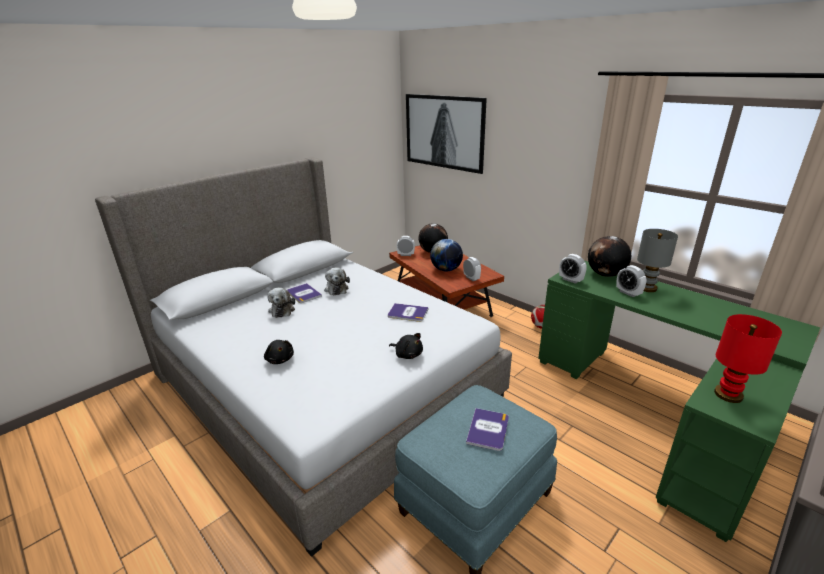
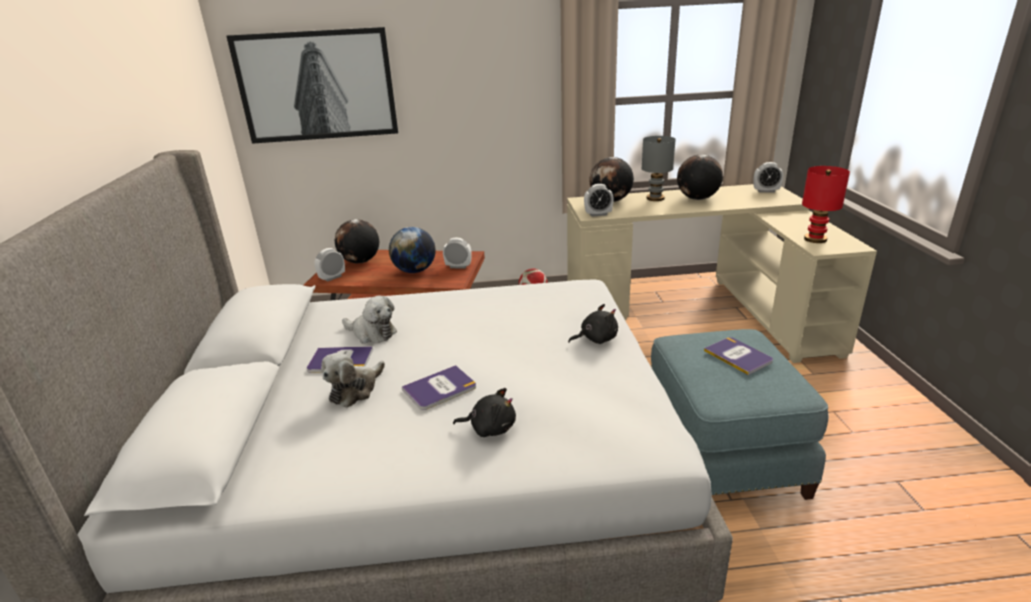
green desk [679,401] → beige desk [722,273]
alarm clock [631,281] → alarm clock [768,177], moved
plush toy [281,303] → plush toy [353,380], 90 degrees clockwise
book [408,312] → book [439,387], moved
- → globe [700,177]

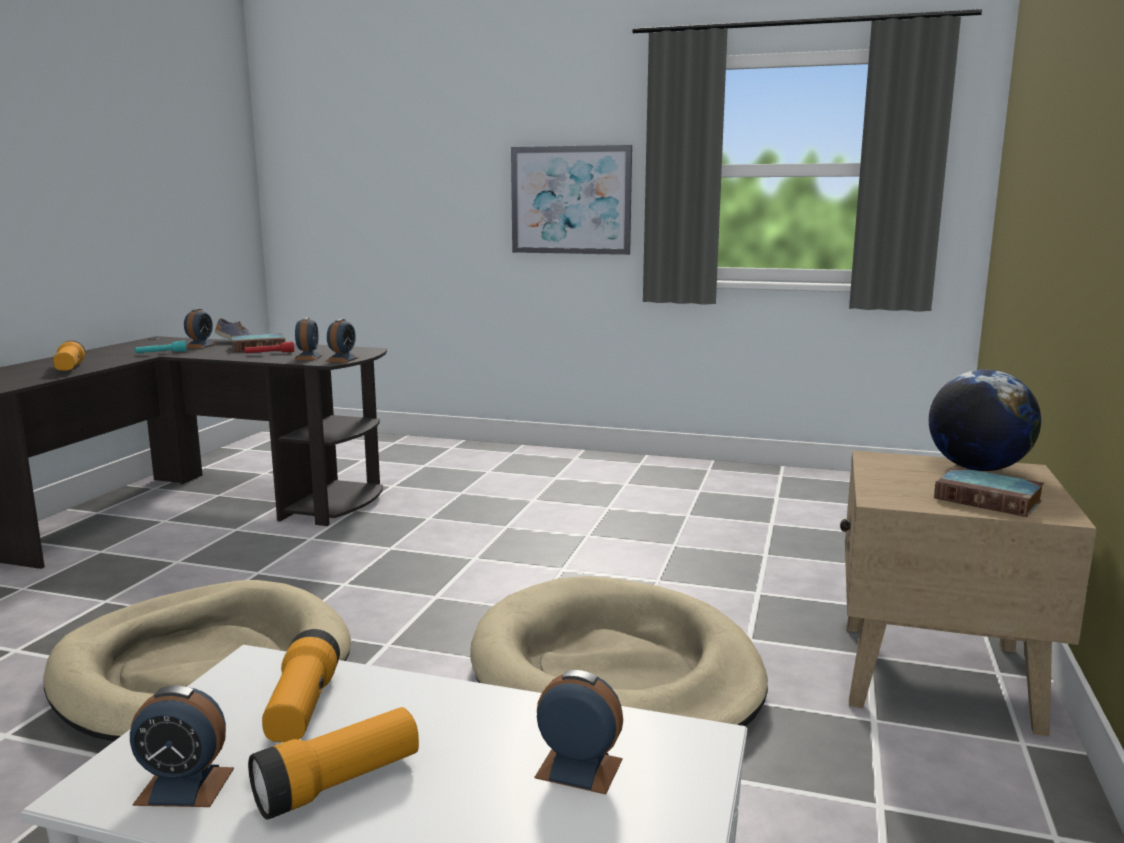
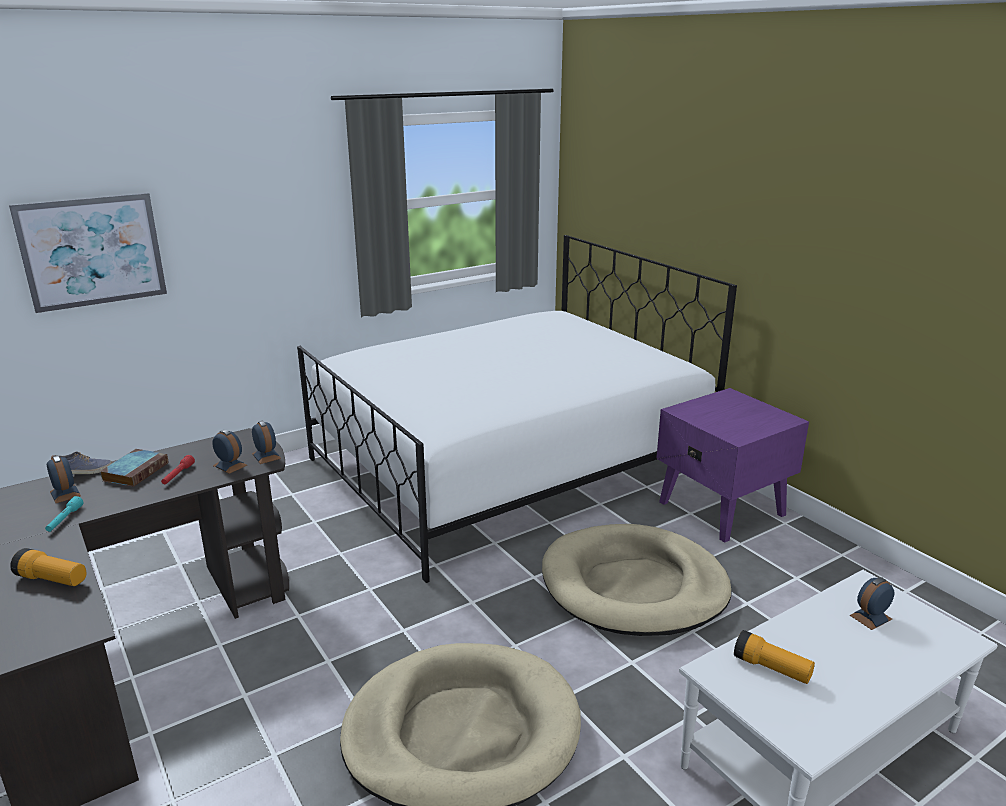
picture [571,200] → picture [88,253], moved
globe [985,420] → -
beige nightstand [968,594] → purple nightstand [732,465]
book [989,492] → -
alarm clock [182,746] → -
flashlight [333,763] → -
- → white bed [517,409]

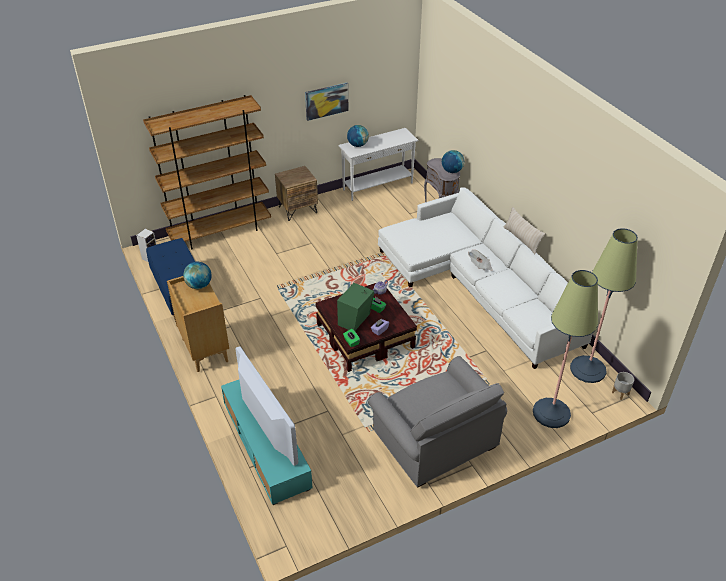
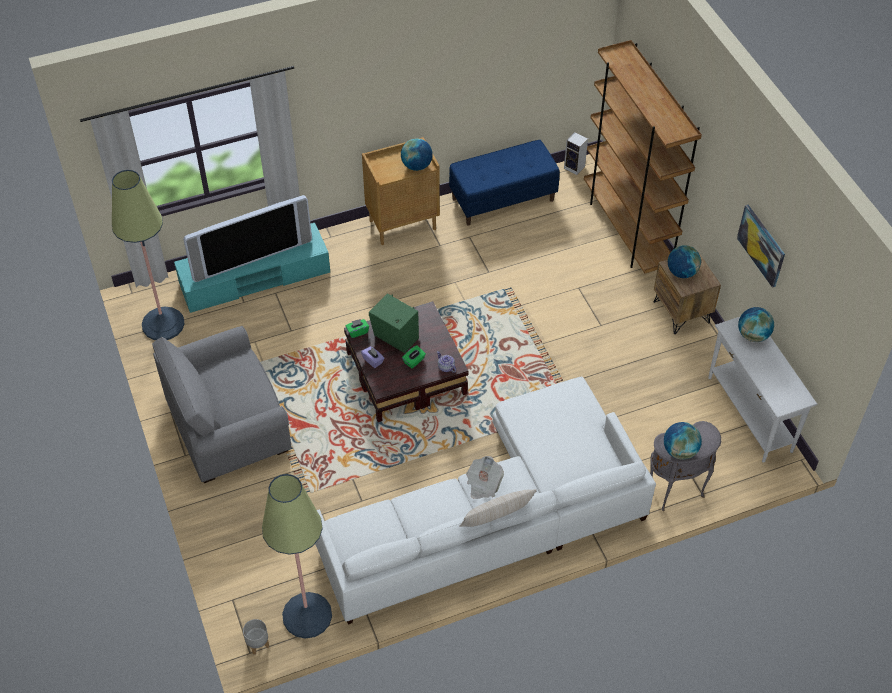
floor lamp [565,349] → floor lamp [148,255], moved
- → globe [684,261]

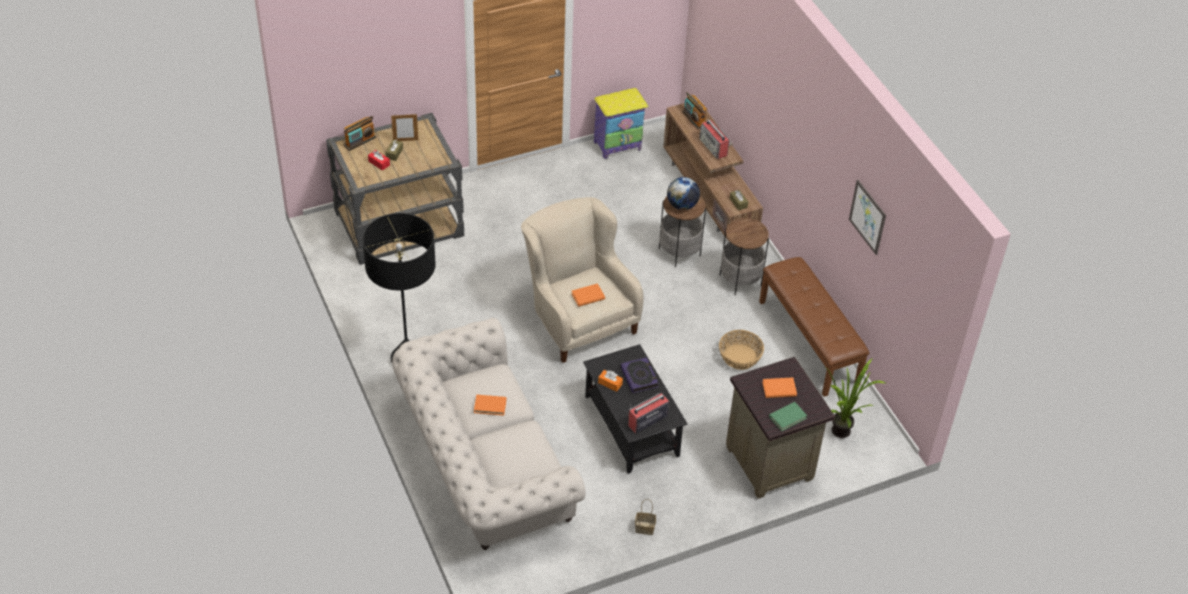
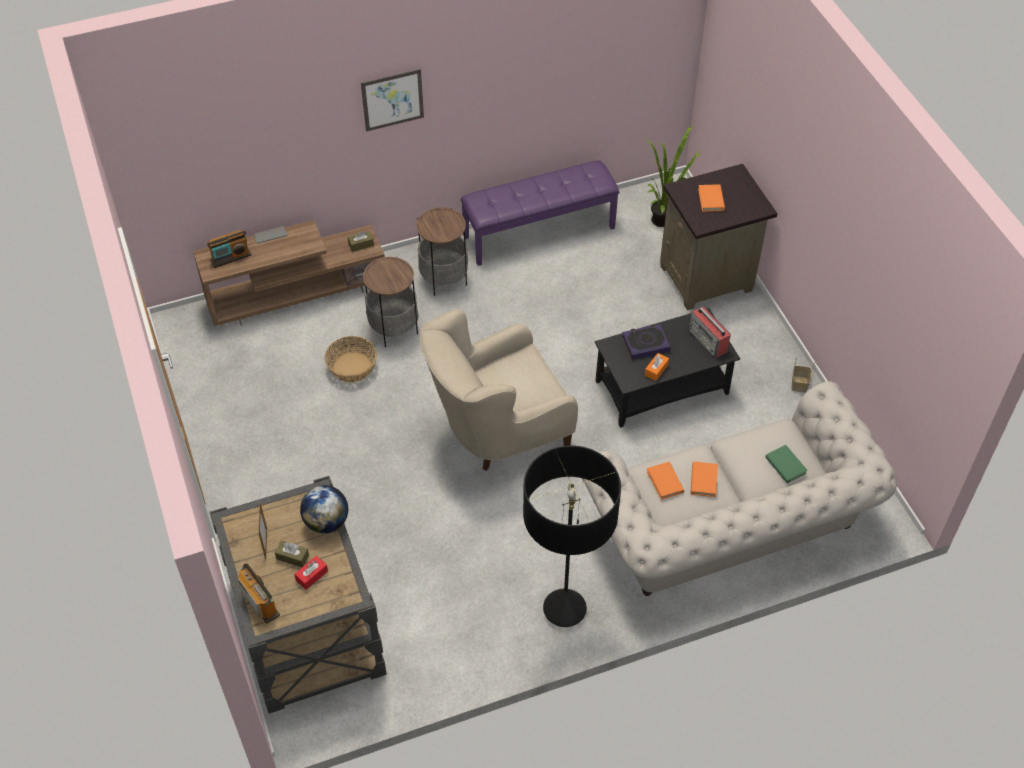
nightstand [621,123] → -
radio [714,139] → -
globe [683,193] → globe [324,509], moved
picture [867,217] → picture [392,100], moved
brown bench [814,327] → purple bench [540,213]
orange book [588,295] → orange book [665,481], moved
basket [741,350] → basket [351,359], moved
green book [788,416] → green book [786,464], moved

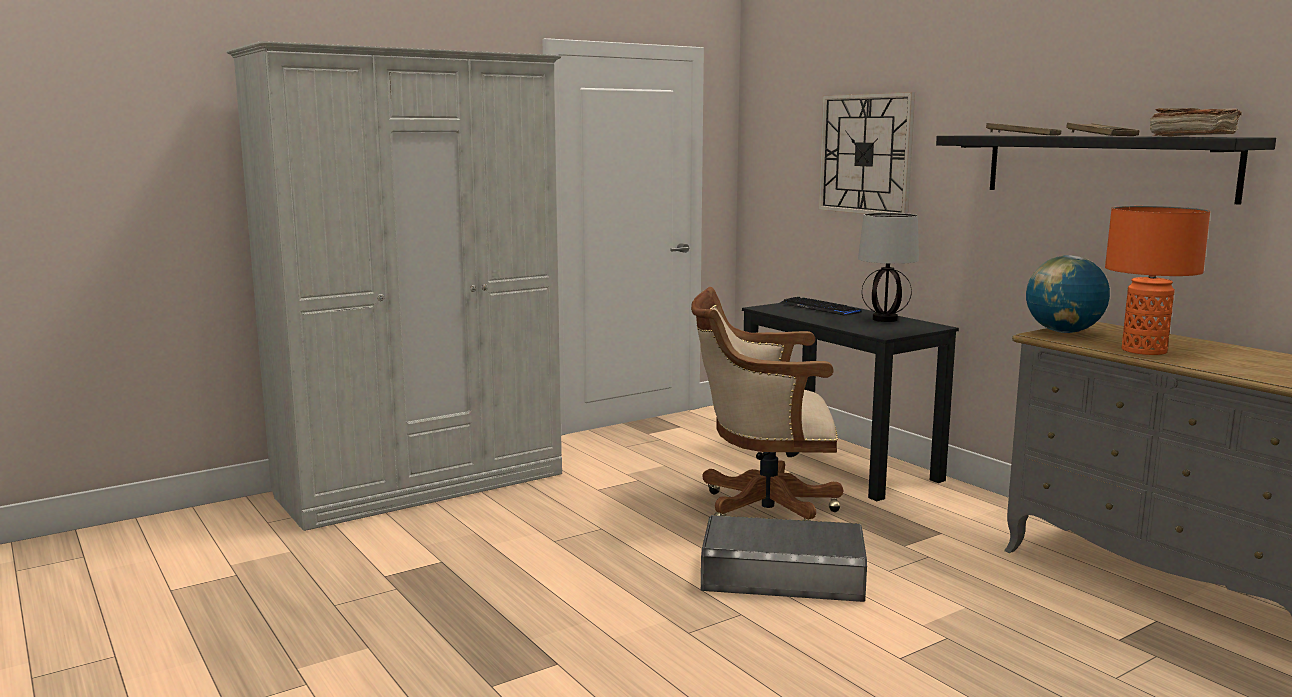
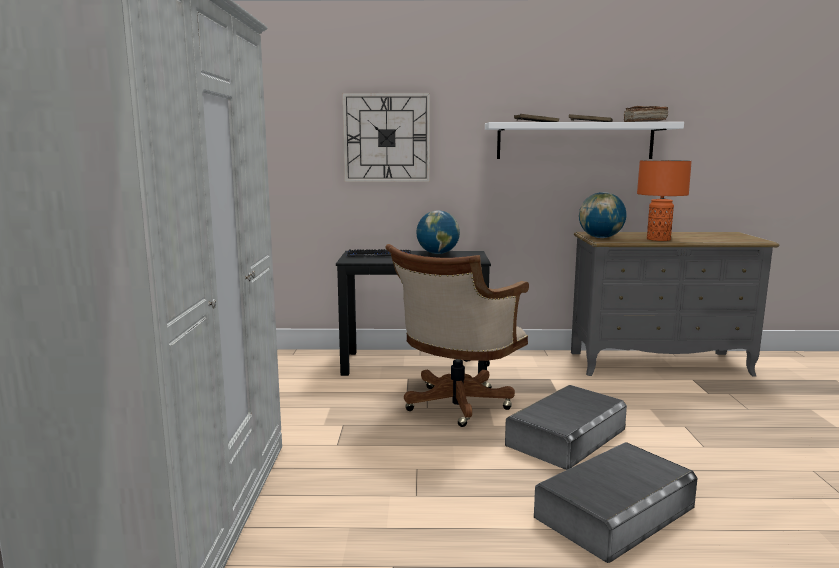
black shelf [1106,170] → white shelf [584,140]
table lamp [888,267] → globe [438,232]
- → grey storage box [616,502]

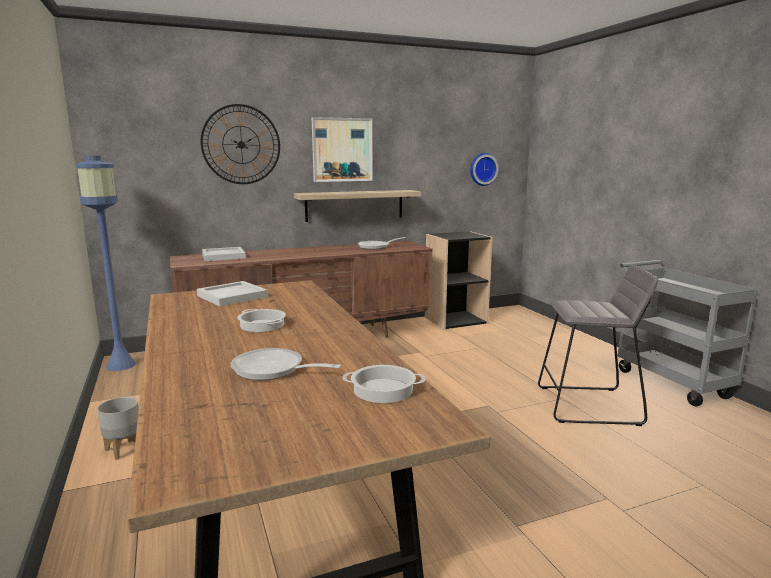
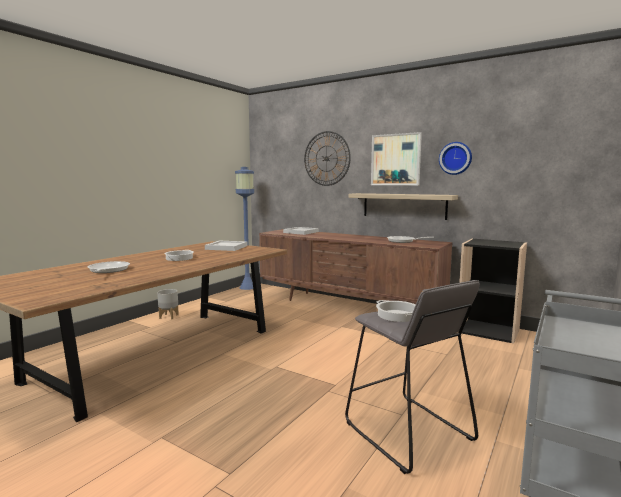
wall clock [484,169] → wall clock [455,158], moved
cooking pot [384,384] → cooking pot [396,311], moved

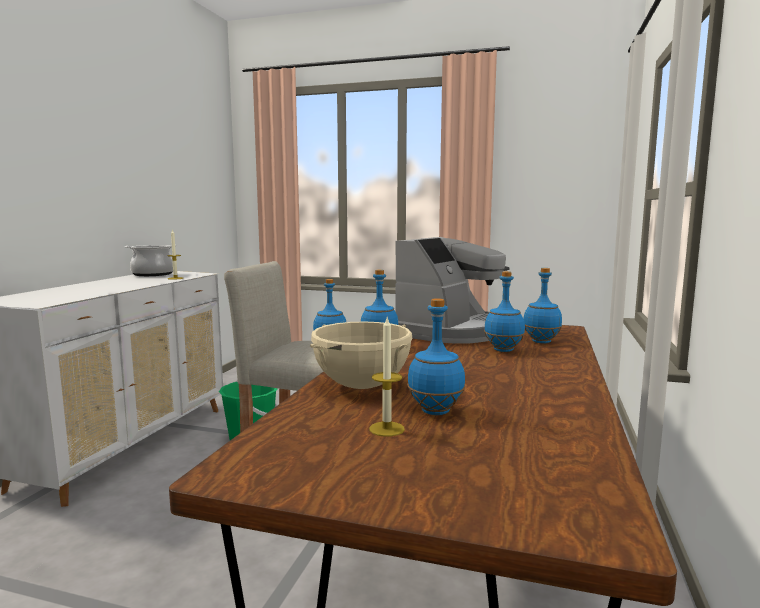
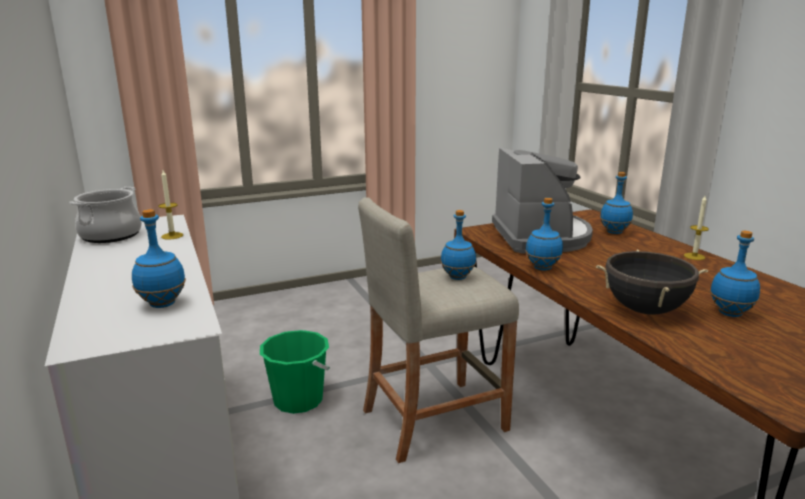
blue bottle [504,311] → blue bottle [159,258], moved
candle [387,377] → candle [696,228], moved
beige cooking pot [361,355] → black cooking pot [652,282]

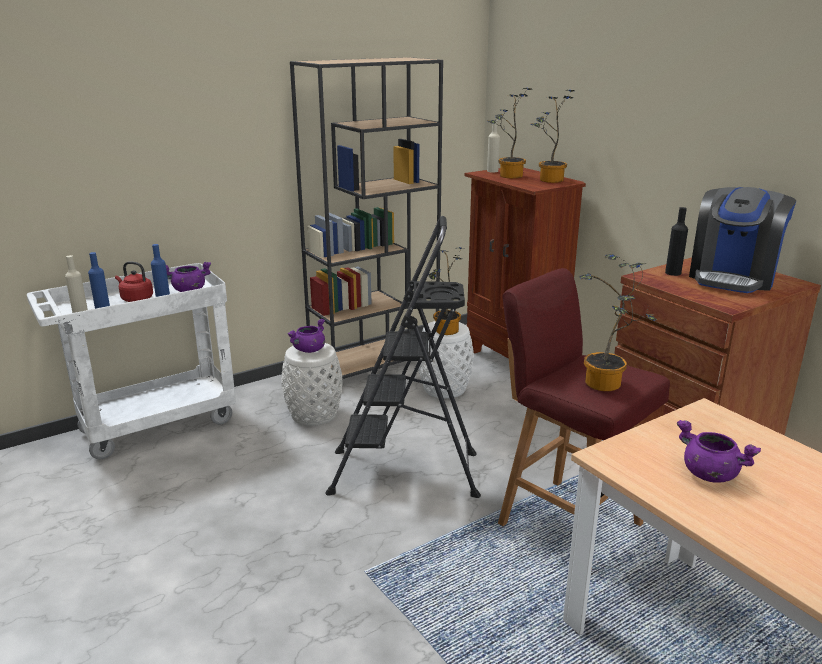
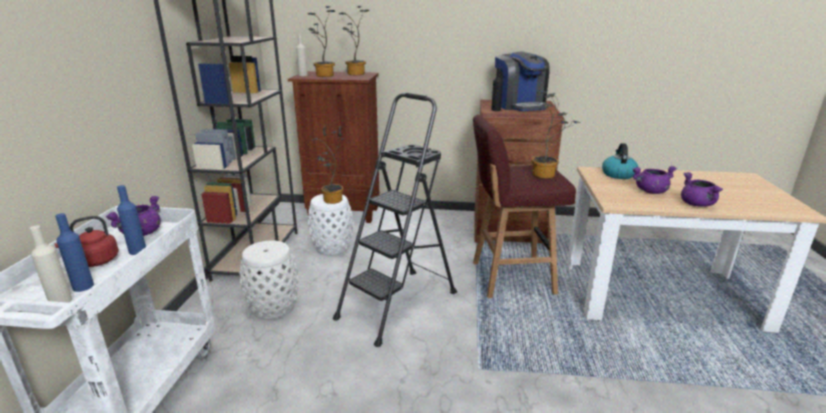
purple cooking pot [306,336] → purple cooking pot [702,189], moved
- → kettle [620,161]

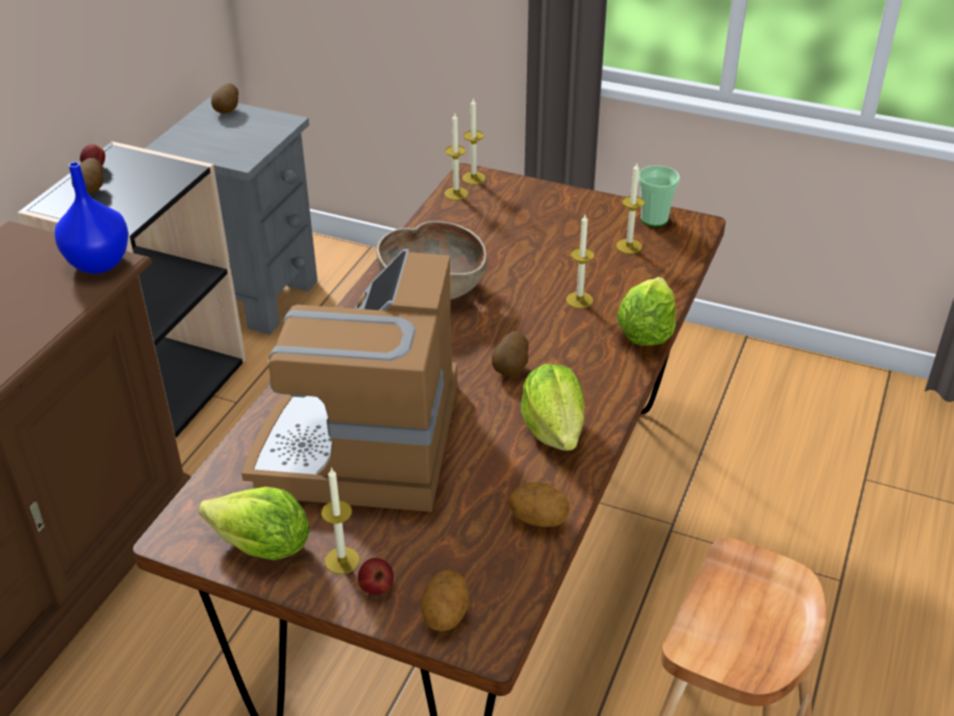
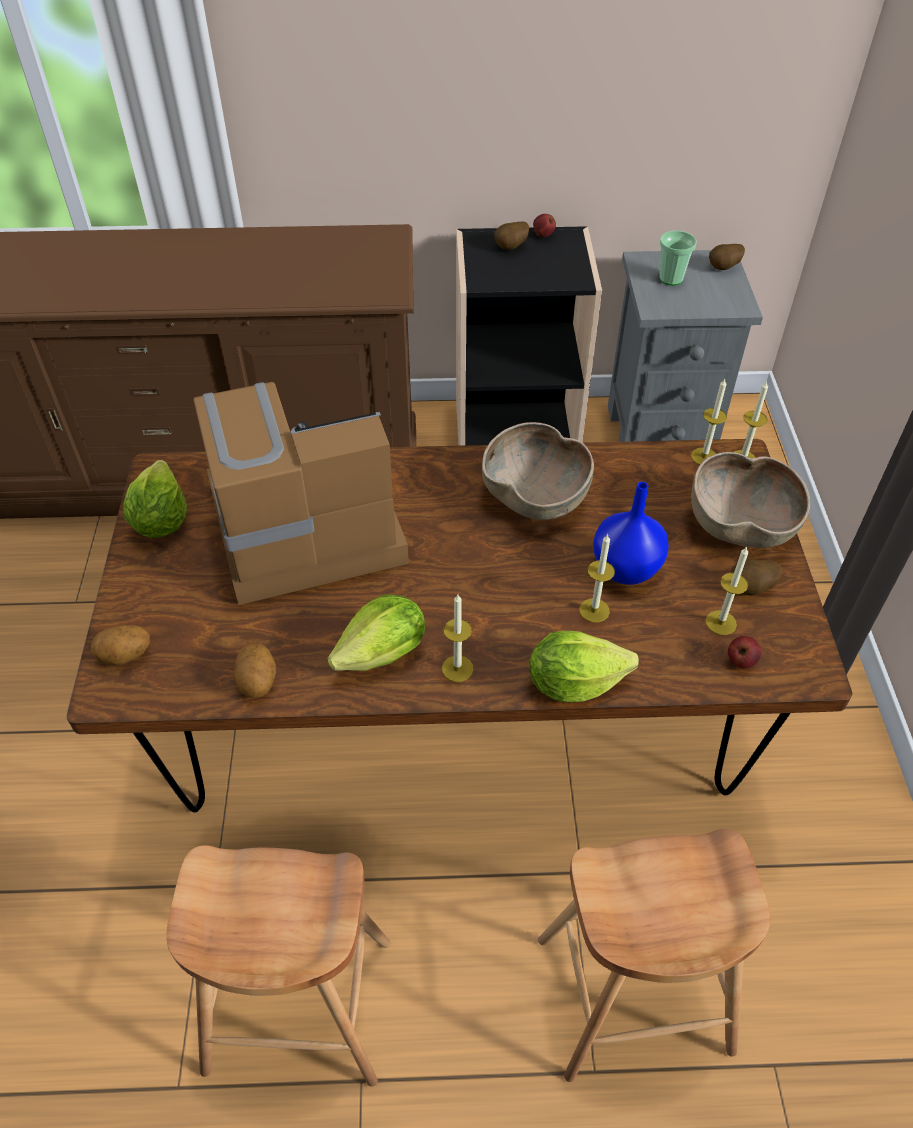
blue vase [92,218] → blue vase [631,533], moved
cup [659,196] → cup [678,258], moved
potato [510,353] → potato [756,577], moved
candle [340,520] → candle [458,638], moved
apple [376,576] → apple [744,652], moved
- → brown bowl [750,500]
- → brown stool [654,955]

